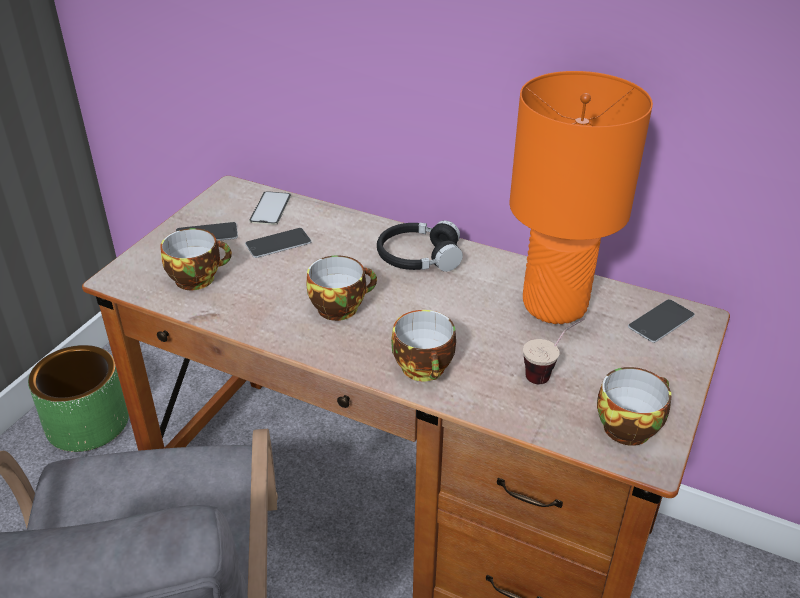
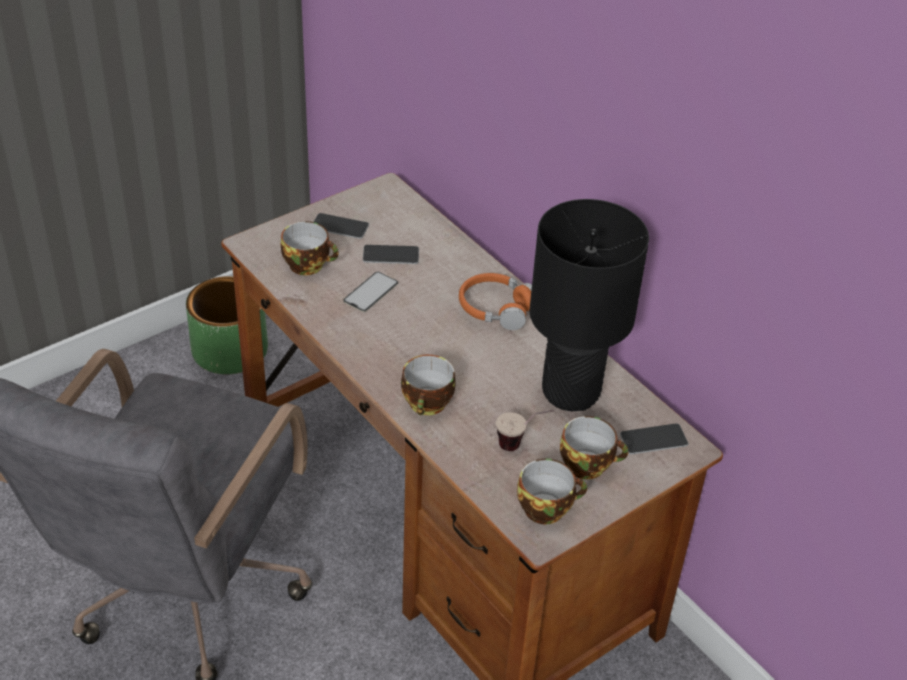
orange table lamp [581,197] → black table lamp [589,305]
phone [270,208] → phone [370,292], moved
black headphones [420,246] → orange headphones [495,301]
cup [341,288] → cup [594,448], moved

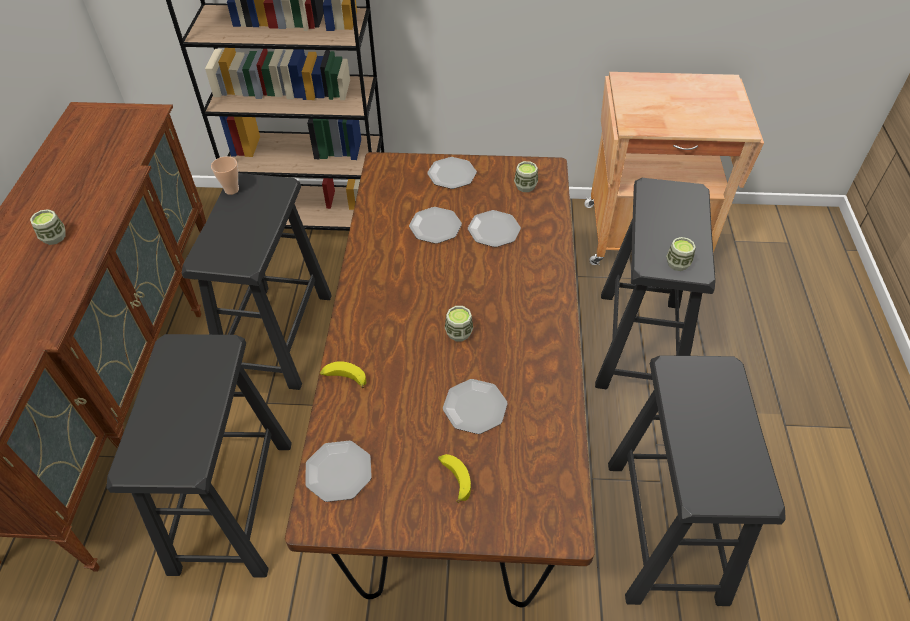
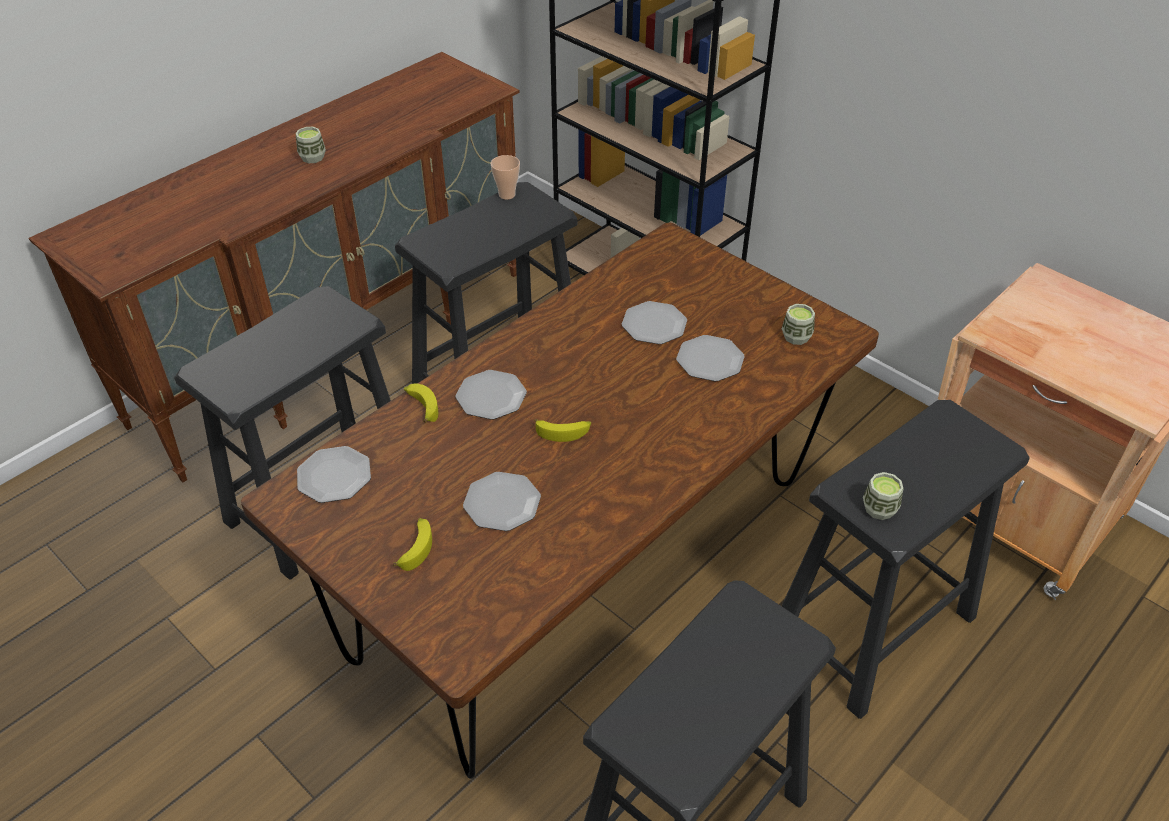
plate [452,173] → plate [491,395], moved
cup [459,323] → banana [562,430]

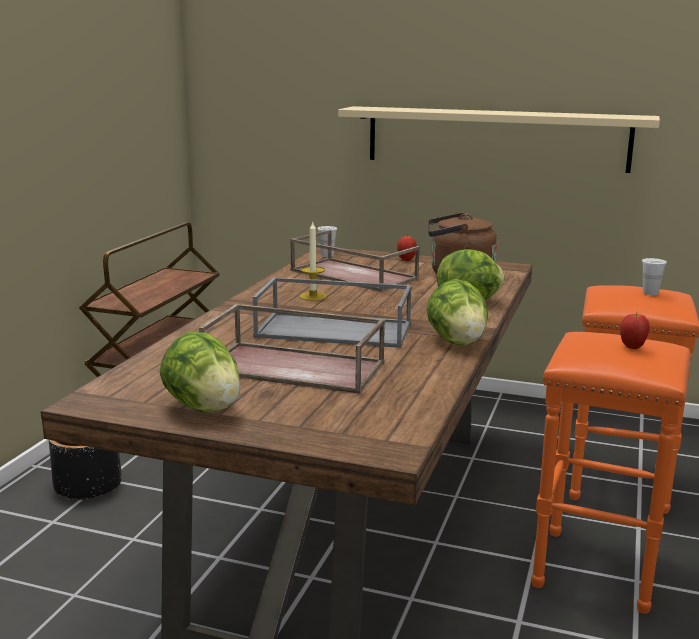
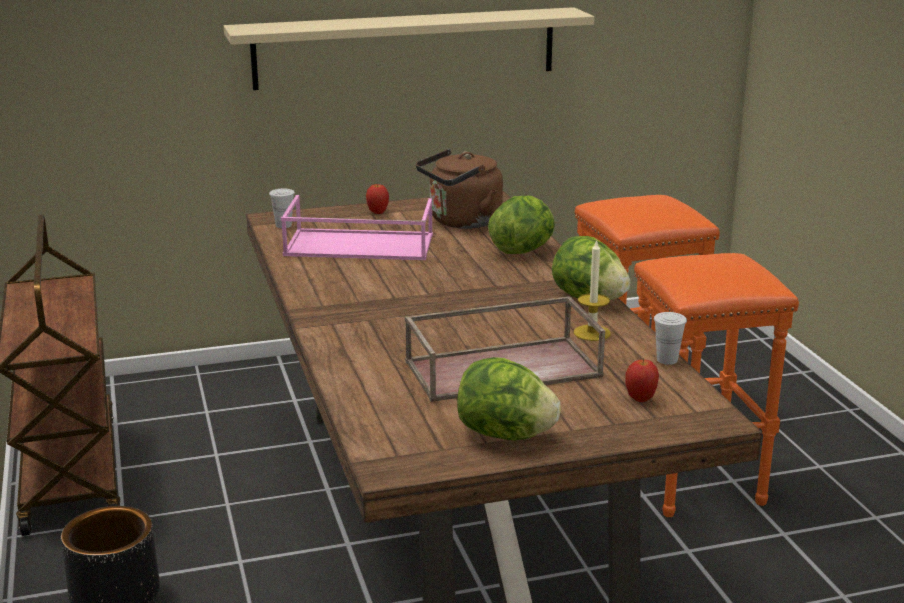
candle [313,261] → candle [592,290], moved
brown tray [355,261] → pink tray [357,227]
white cup [654,276] → white cup [670,338], moved
grey tray [332,312] → -
apple [635,331] → apple [642,380], moved

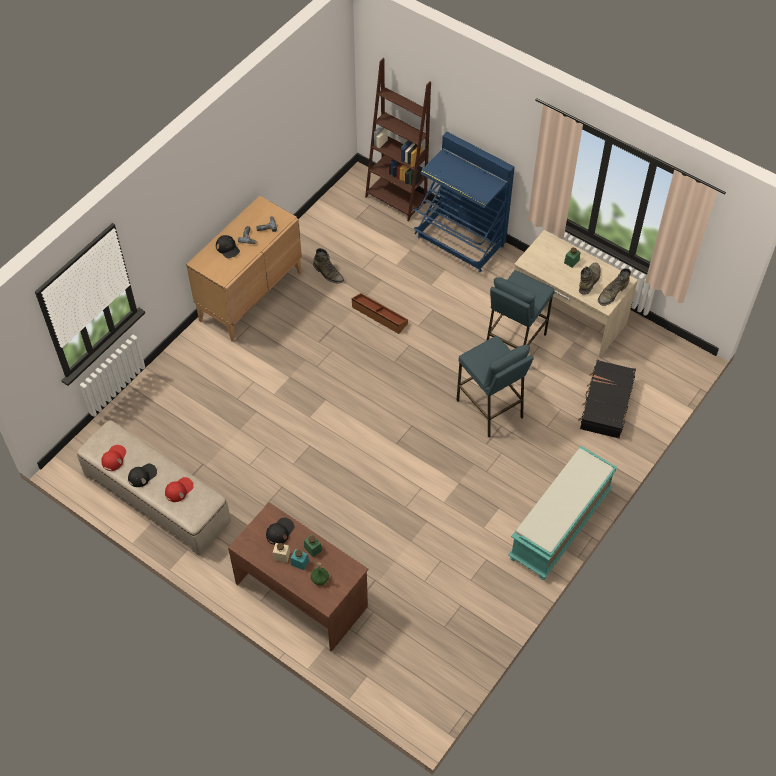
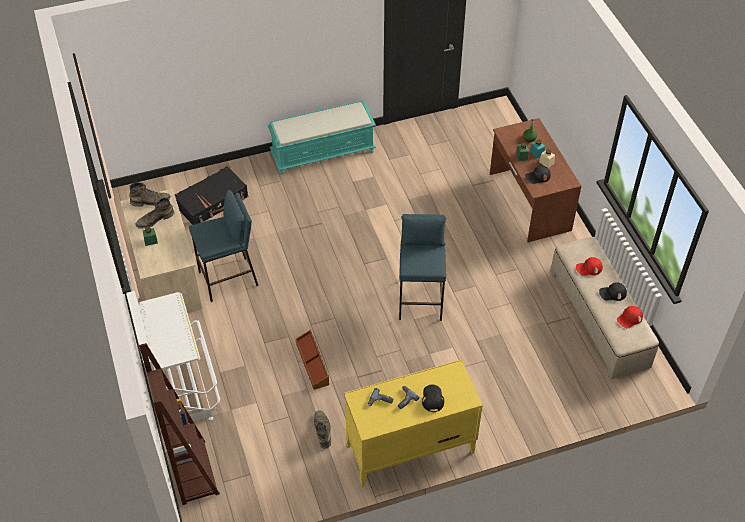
blue shoe rack [464,202] → white shoe rack [173,356]
brown cabinet [244,269] → yellow cabinet [414,423]
blue stool [495,387] → blue stool [422,267], moved

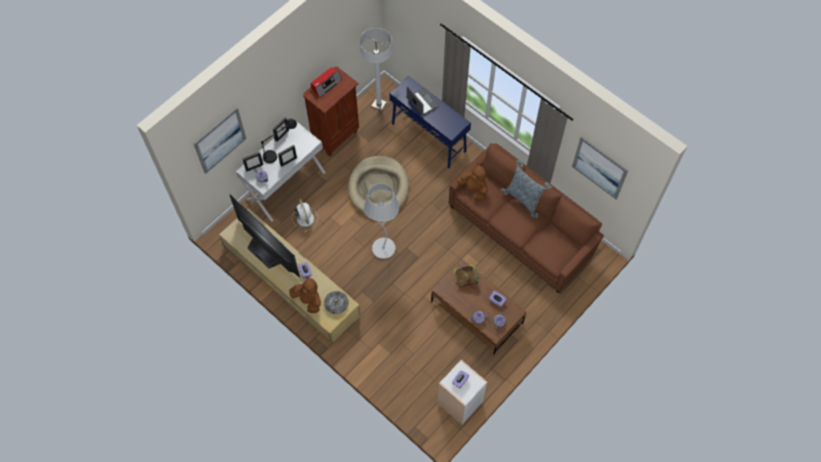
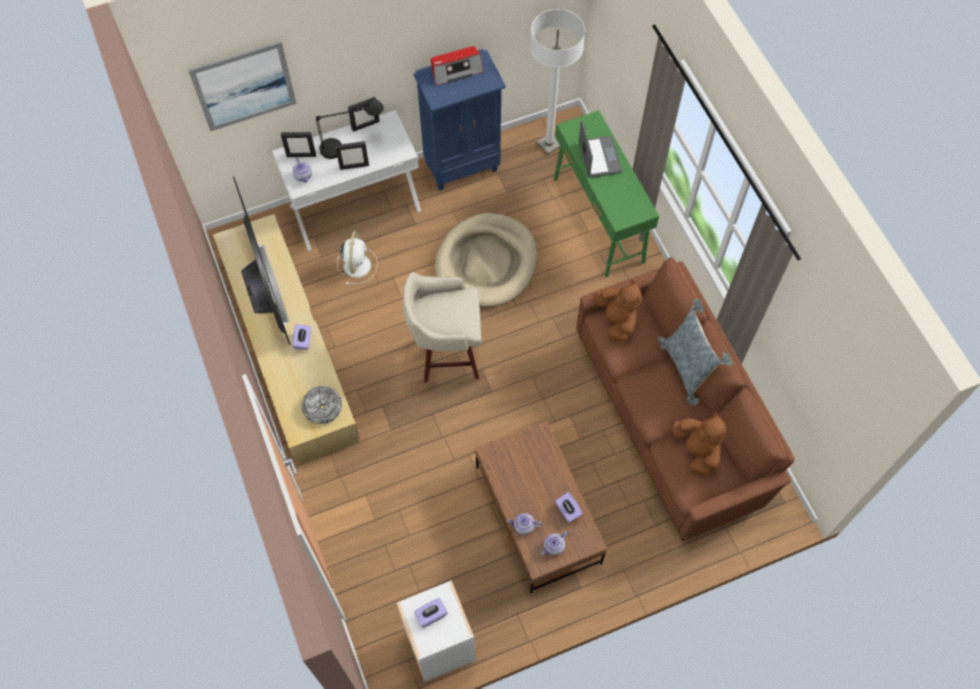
brown cabinet [331,111] → blue cabinet [460,120]
blue console table [430,122] → green console table [606,193]
picture [600,167] → -
white floor lamp [381,221] → beige stool [442,327]
book [466,275] → -
brown plush toy [305,294] → brown plush toy [699,444], moved

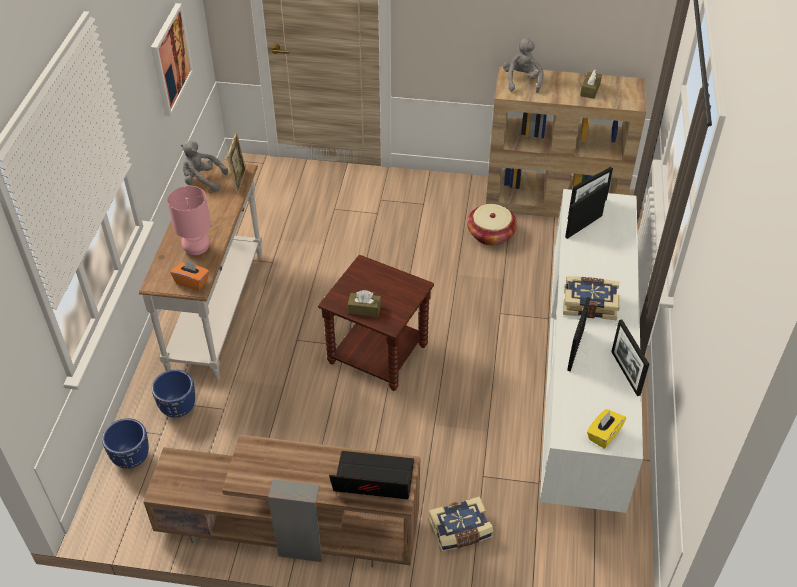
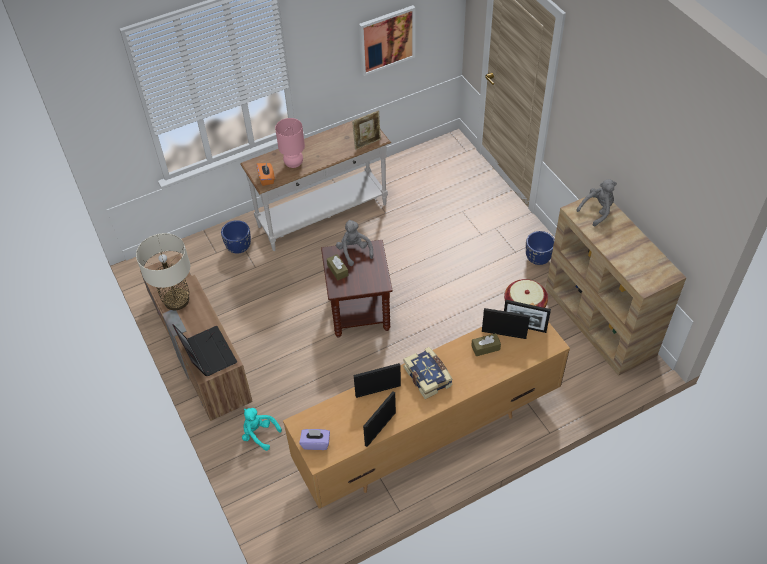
brown tissue box [591,84] → brown tissue box [486,344], moved
grey plush toy [204,166] → grey plush toy [354,242], moved
white cabinet [591,351] → brown cabinet [426,406]
yellow tissue box [606,428] → purple tissue box [314,439]
blue planter [125,443] → blue planter [540,248], moved
book [460,523] → turquoise plush toy [262,429]
- → table lamp [163,271]

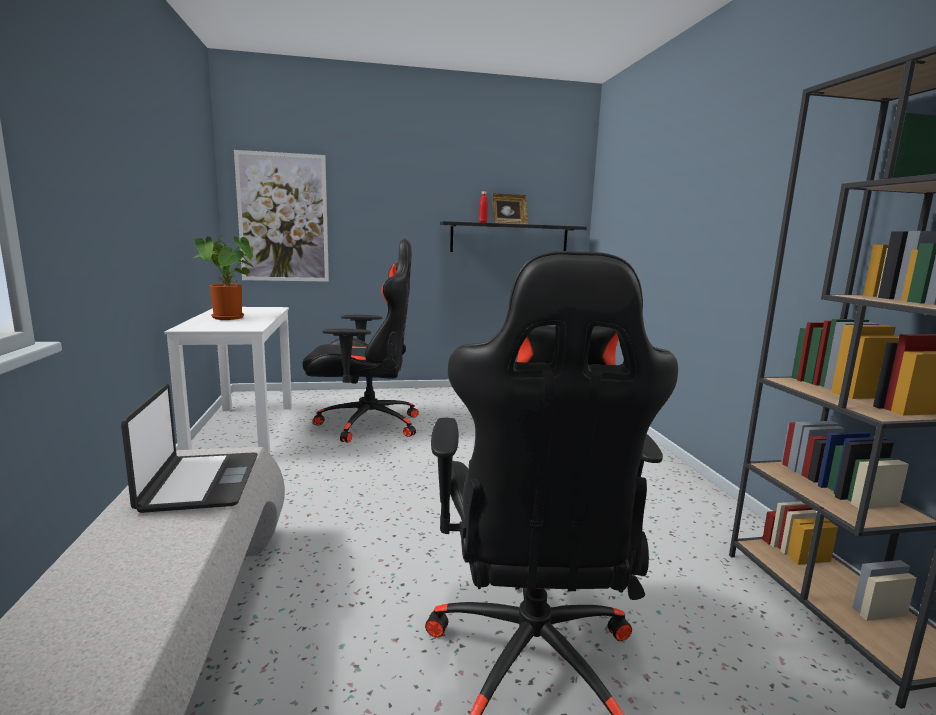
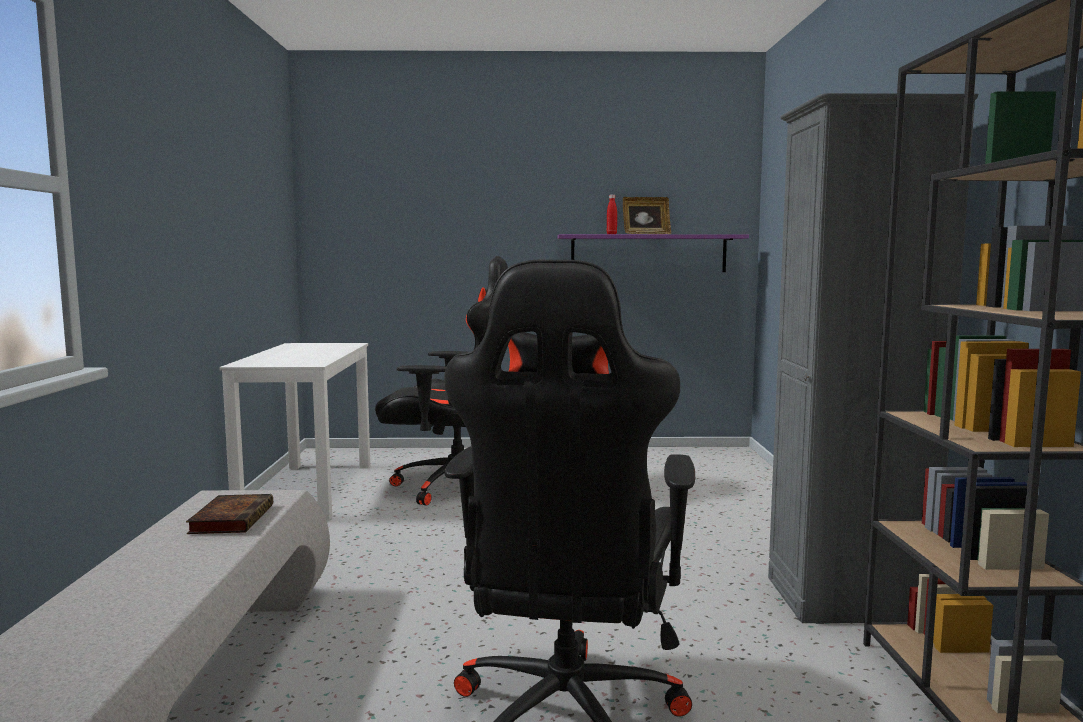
picture [281,216] → -
black shelf [513,236] → purple shelf [653,253]
potted plant [223,277] → -
laptop [189,448] → book [229,514]
- → grey cabinet [873,358]

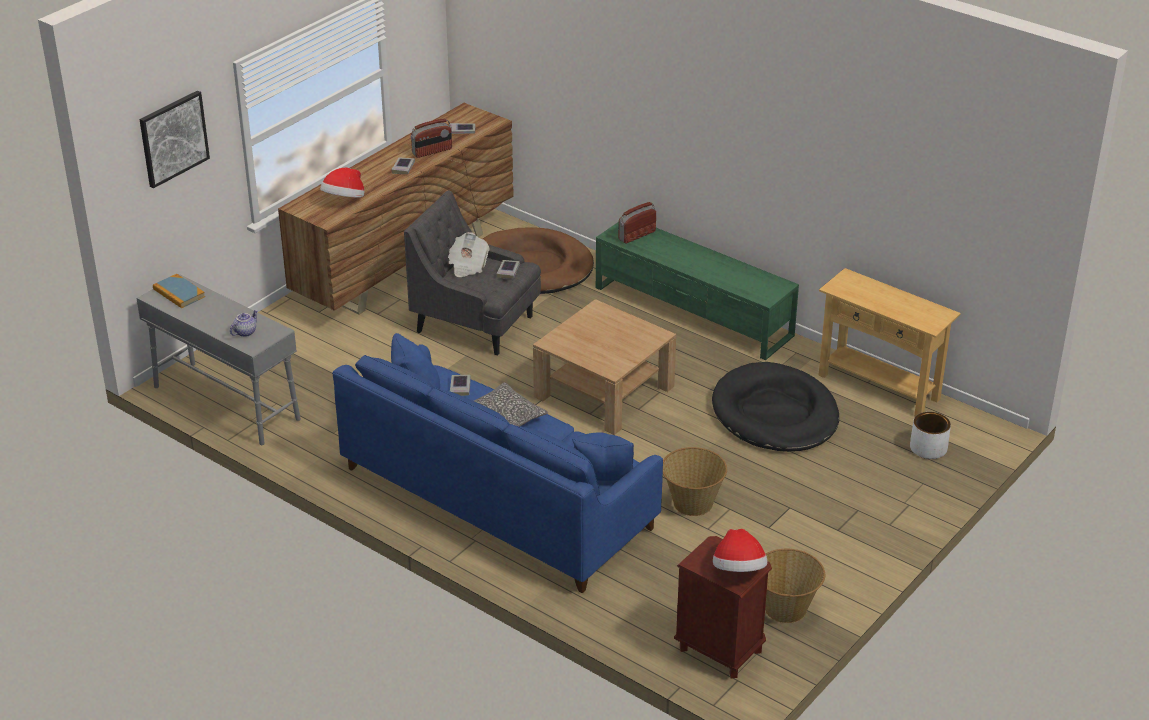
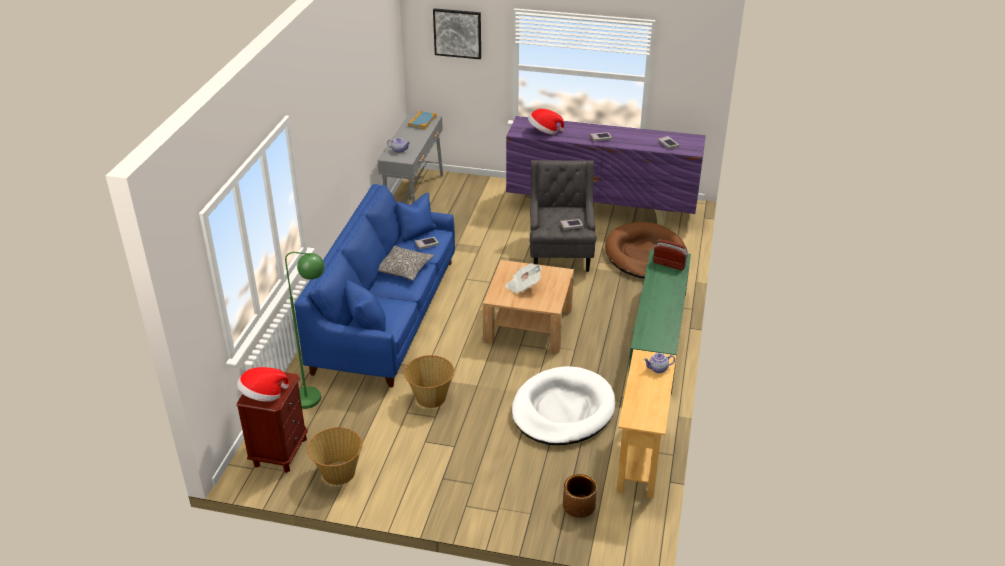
brown cabinet [396,208] → purple cabinet [606,171]
radio [431,138] → -
newspaper [469,254] → newspaper [523,278], moved
black dog bed [775,407] → white dog bed [564,405]
white planter [930,435] → brown planter [580,496]
- → green floor lamp [305,330]
- → teapot [659,363]

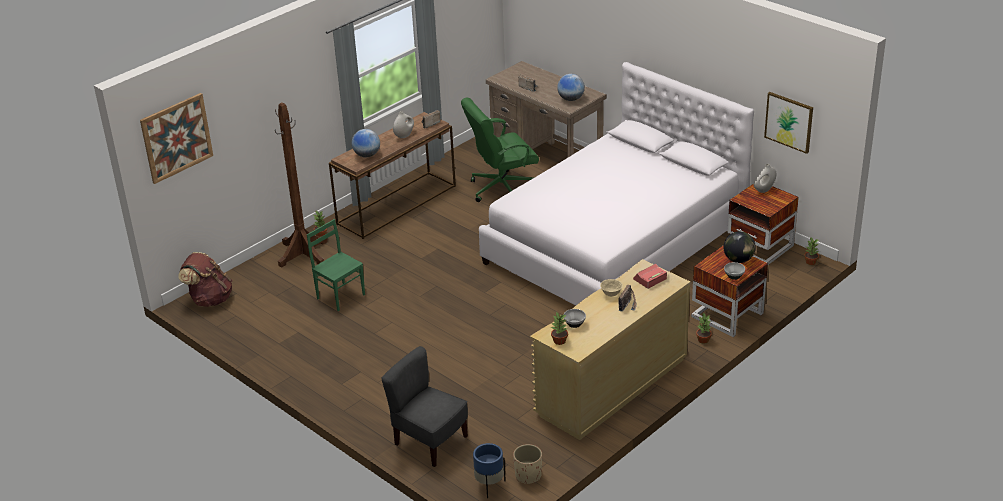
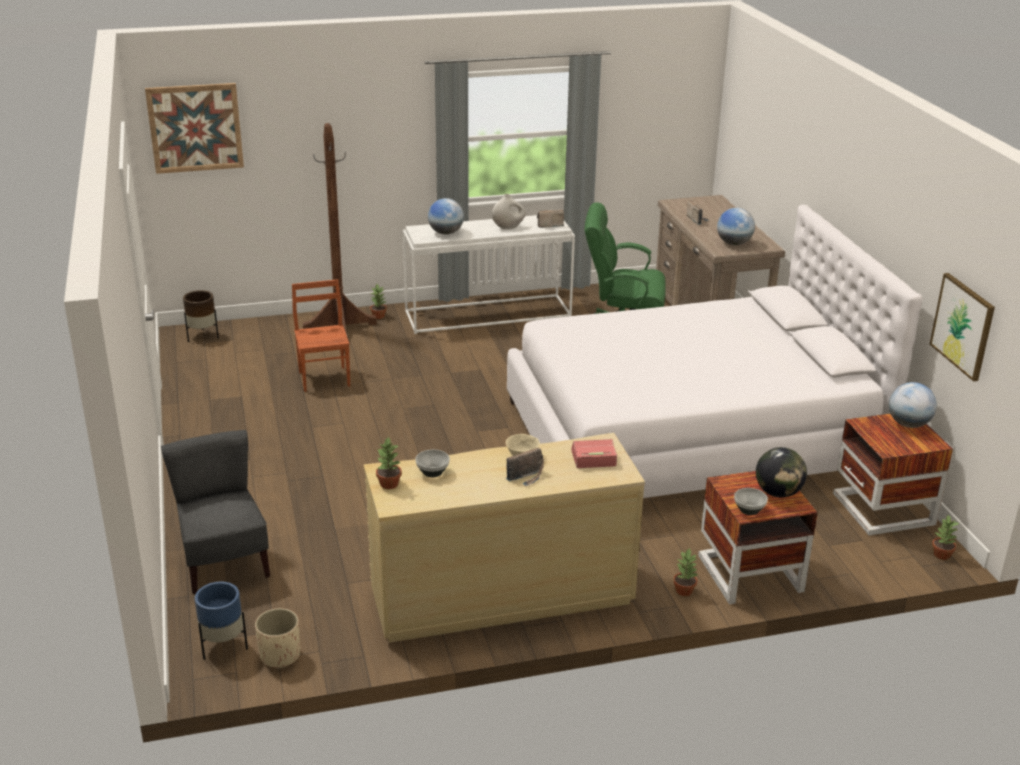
brown console table [392,175] → white console table [489,274]
white vase [765,178] → globe [913,405]
green chair [336,265] → brown chair [321,335]
brown backpack [205,279] → brown planter [201,316]

